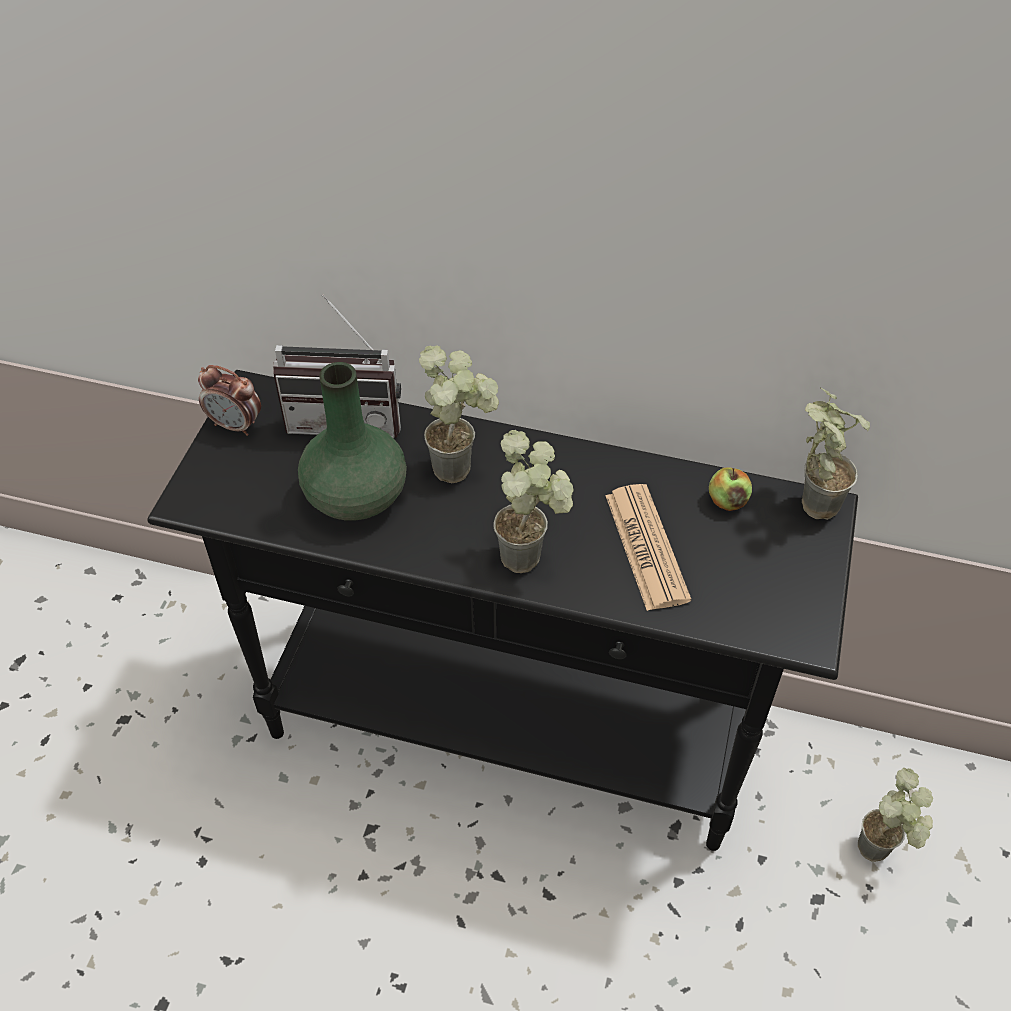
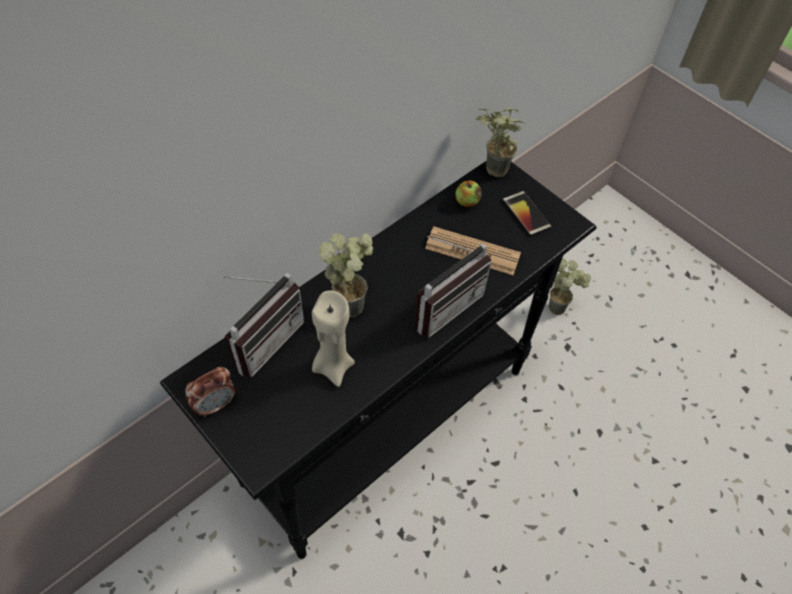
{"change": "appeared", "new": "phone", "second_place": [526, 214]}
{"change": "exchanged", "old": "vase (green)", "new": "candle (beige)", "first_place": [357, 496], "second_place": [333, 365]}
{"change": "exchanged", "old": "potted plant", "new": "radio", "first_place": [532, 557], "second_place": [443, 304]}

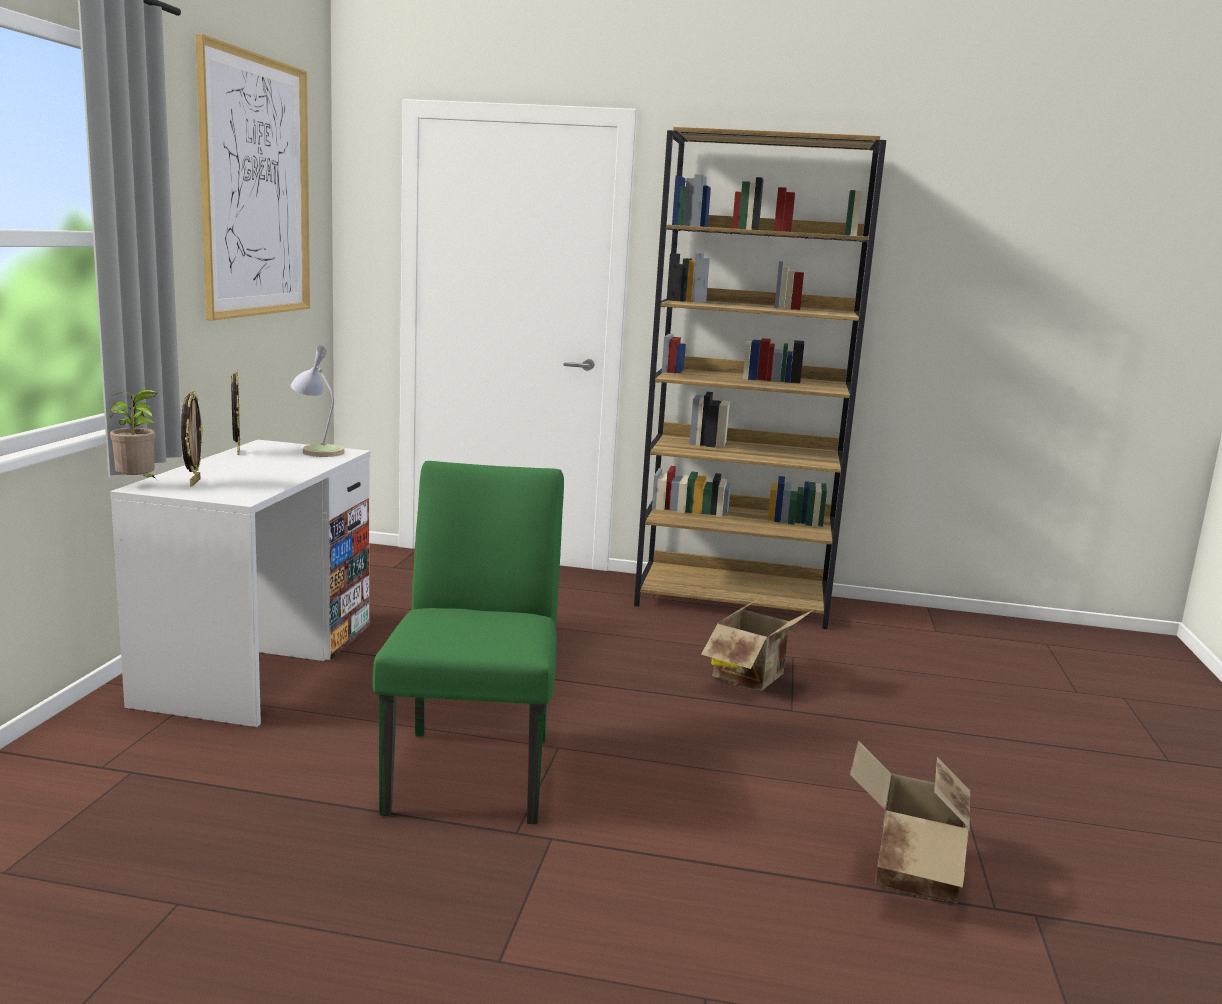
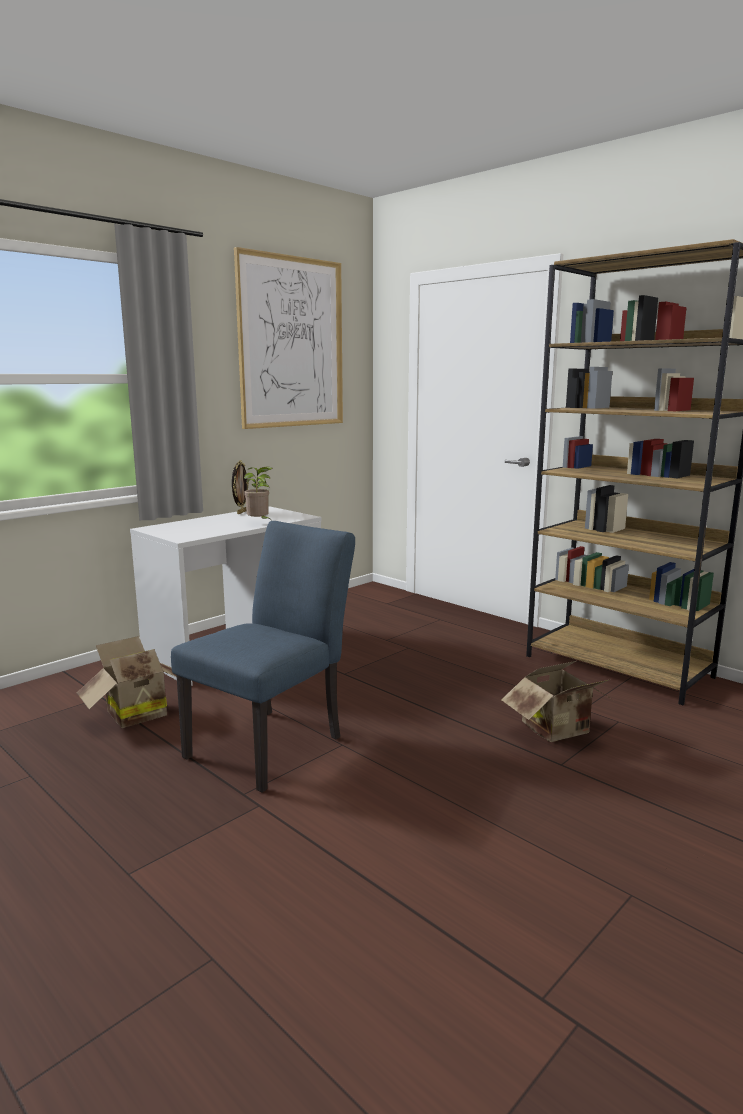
{"change": "missing", "old": "picture frame", "first_place": [193, 482]}
{"change": "missing", "old": "table lamp", "first_place": [317, 451]}
{"change": "relocated", "old": "potted plant", "first_place": [138, 484], "second_place": [259, 523]}
{"change": "relocated", "old": "cardboard box", "first_place": [907, 874], "second_place": [133, 713]}
{"change": "colour", "old": "chair (green)", "new": "chair (blue)", "first_place": [474, 766], "second_place": [273, 742]}

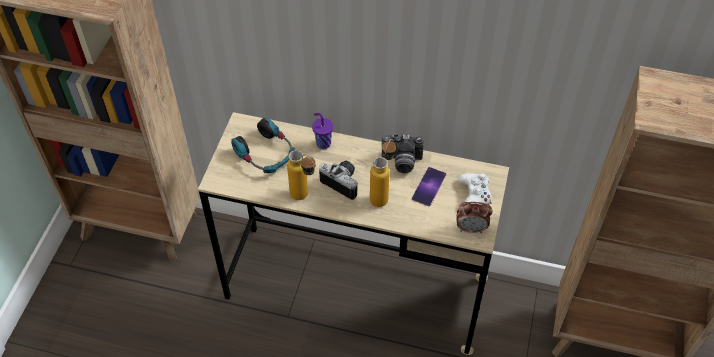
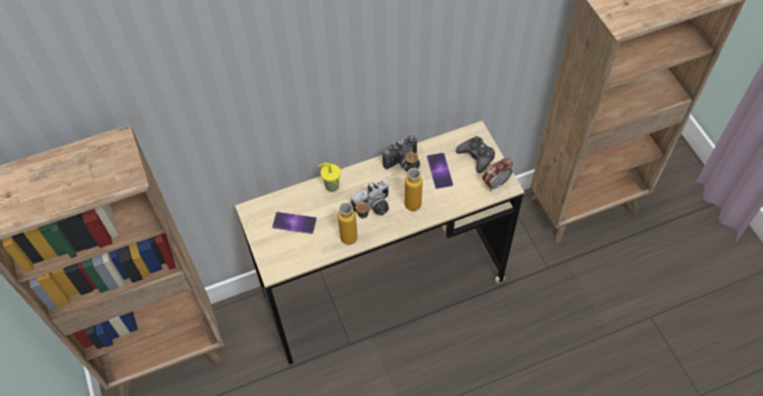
{"change": "exchanged", "old": "headphones", "new": "phone", "first_place": [266, 154], "second_place": [294, 223]}
{"change": "colour", "old": "cup (purple)", "new": "cup (yellow)", "first_place": [322, 143], "second_place": [331, 186]}
{"change": "colour", "old": "game controller (white)", "new": "game controller (black)", "first_place": [474, 195], "second_place": [476, 156]}
{"change": "spun", "old": "photo camera", "first_place": [343, 182], "second_place": [374, 207], "degrees": 150}

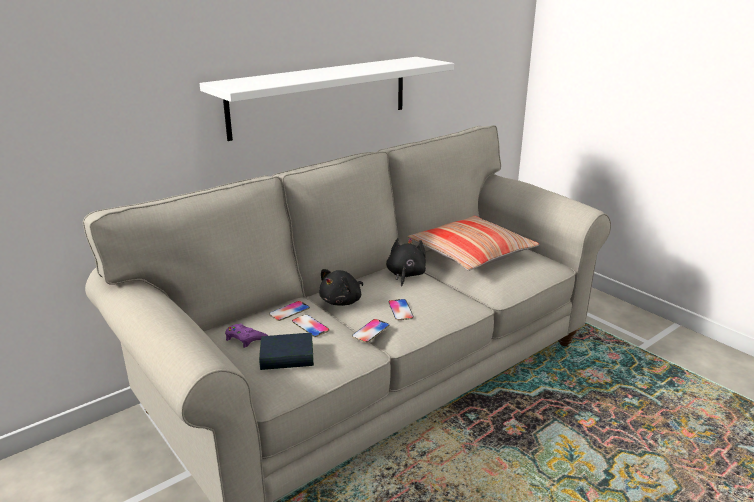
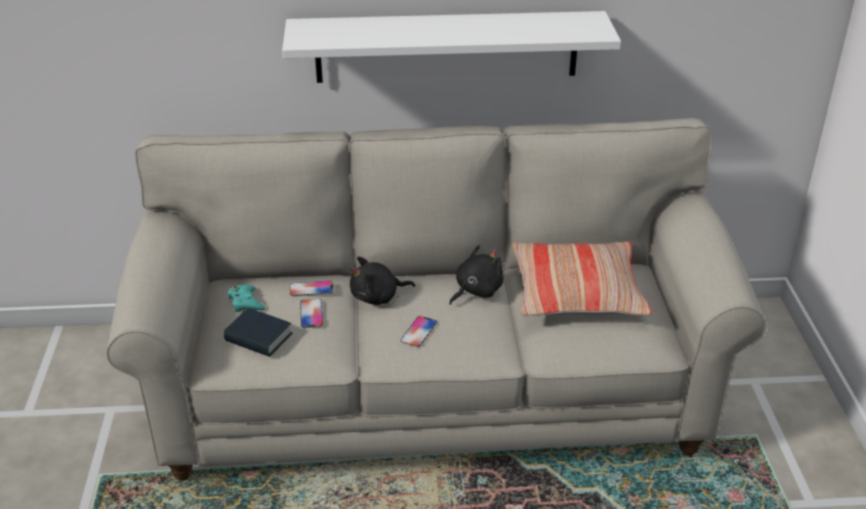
{"change": "missing", "old": "phone", "first_place": [370, 331]}
{"change": "colour", "old": "game controller (purple)", "new": "game controller (turquoise)", "first_place": [245, 338], "second_place": [246, 302]}

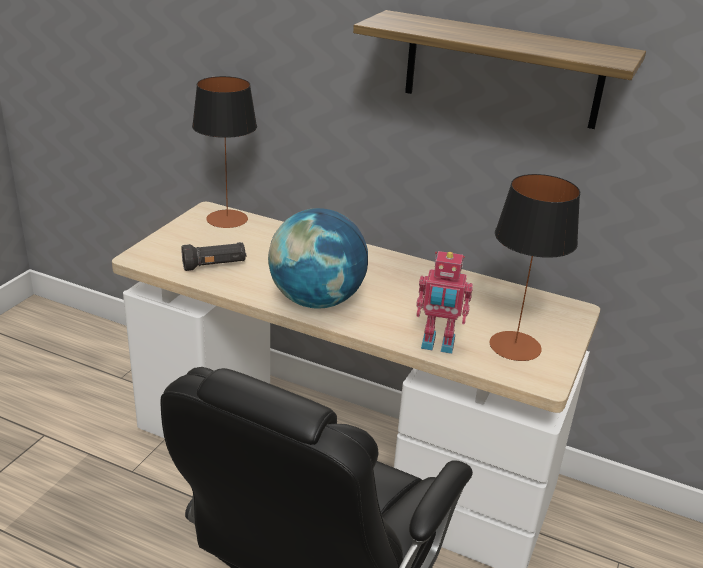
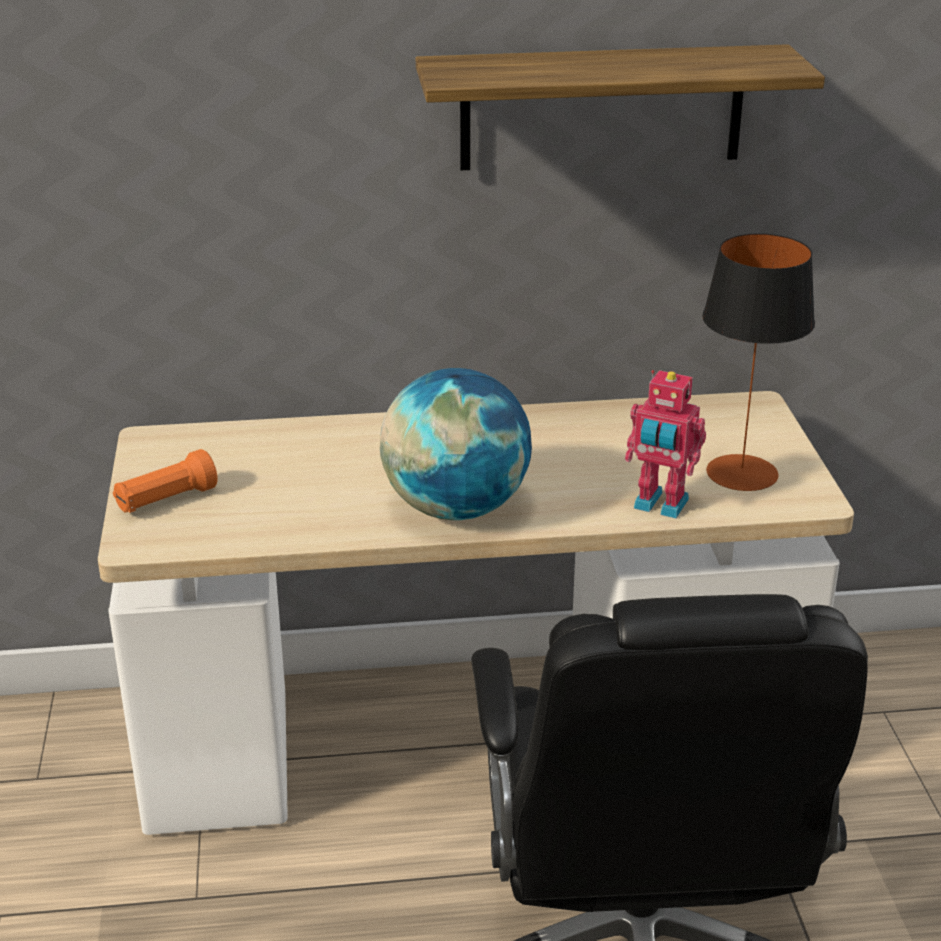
{"change": "missing", "old": "flashlight (black)", "first_place": [214, 266]}
{"change": "missing", "old": "table lamp", "first_place": [227, 219]}
{"change": "appeared", "new": "flashlight (orange)", "second_place": [166, 500]}
{"change": "spun", "old": "toy robot", "first_place": [437, 345], "second_place": [659, 505], "degrees": 45}

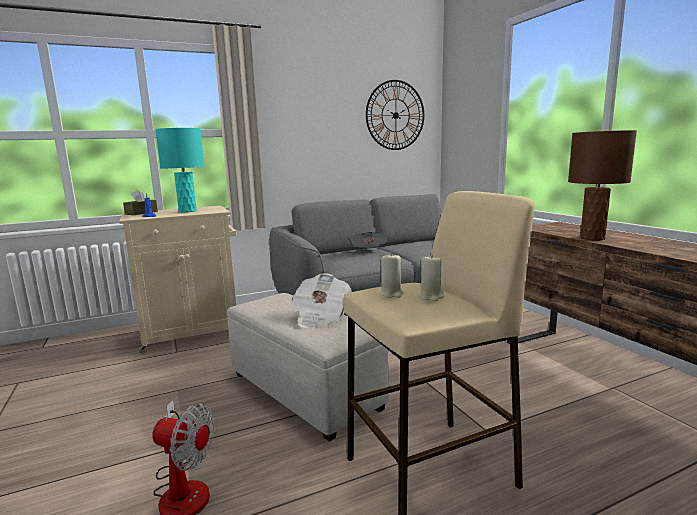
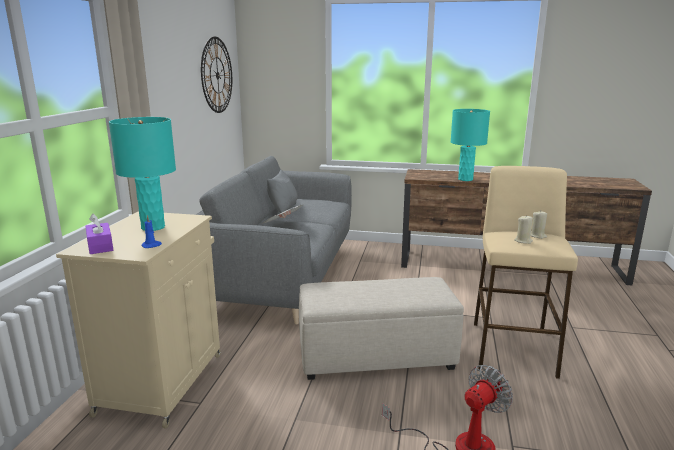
{"change": "missing", "old": "newspaper", "first_place": [320, 316]}
{"change": "appeared", "new": "pillow (grey)", "second_place": [283, 209]}
{"change": "colour", "old": "tissue box (brown)", "new": "tissue box (purple)", "first_place": [141, 213], "second_place": [100, 246]}
{"change": "colour", "old": "table lamp (brown)", "new": "table lamp (turquoise)", "first_place": [592, 238], "second_place": [465, 179]}

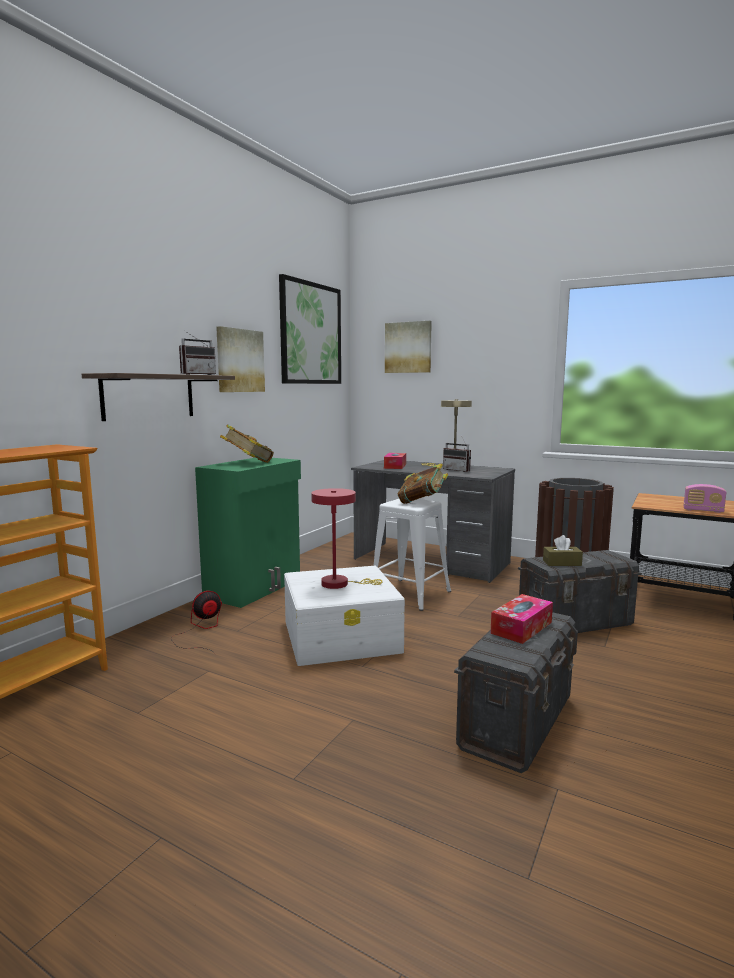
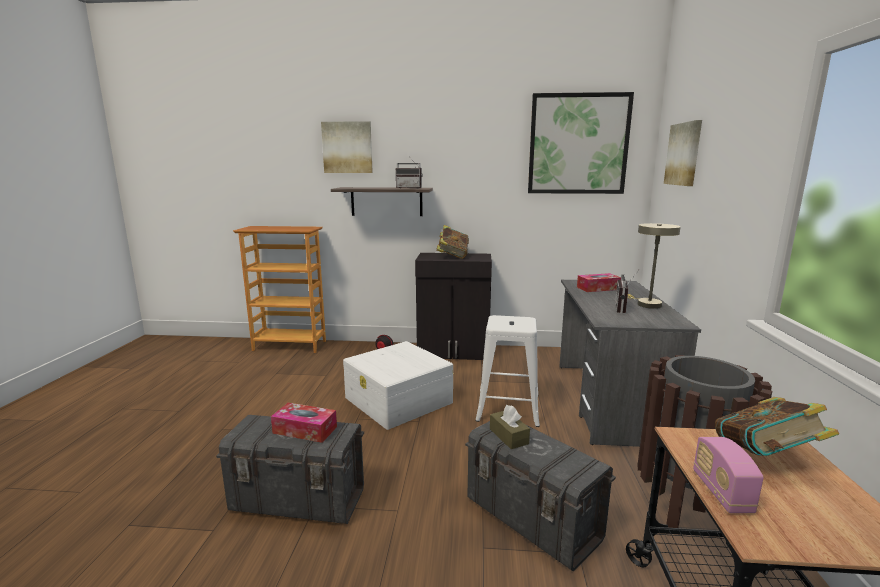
{"change": "missing", "old": "table lamp (red)", "first_place": [340, 584]}
{"change": "relocated", "old": "picture", "first_place": [239, 361], "second_place": [347, 147]}
{"change": "relocated", "old": "book", "first_place": [422, 503], "second_place": [764, 458]}
{"change": "colour", "old": "cabinet (green)", "new": "cabinet (black)", "first_place": [255, 588], "second_place": [454, 352]}

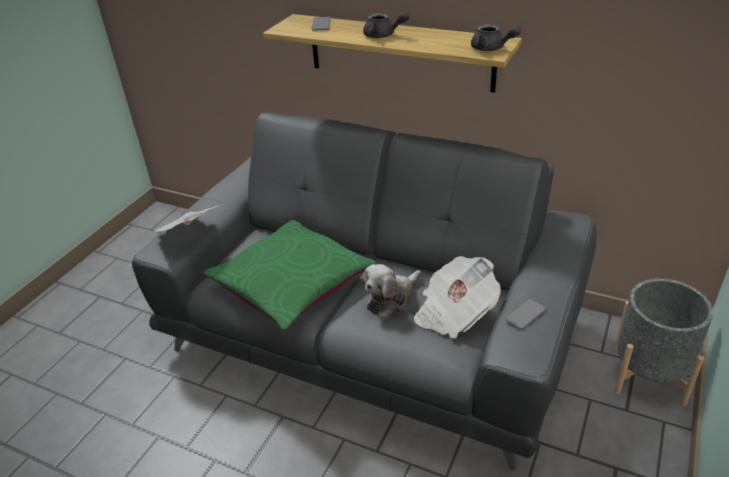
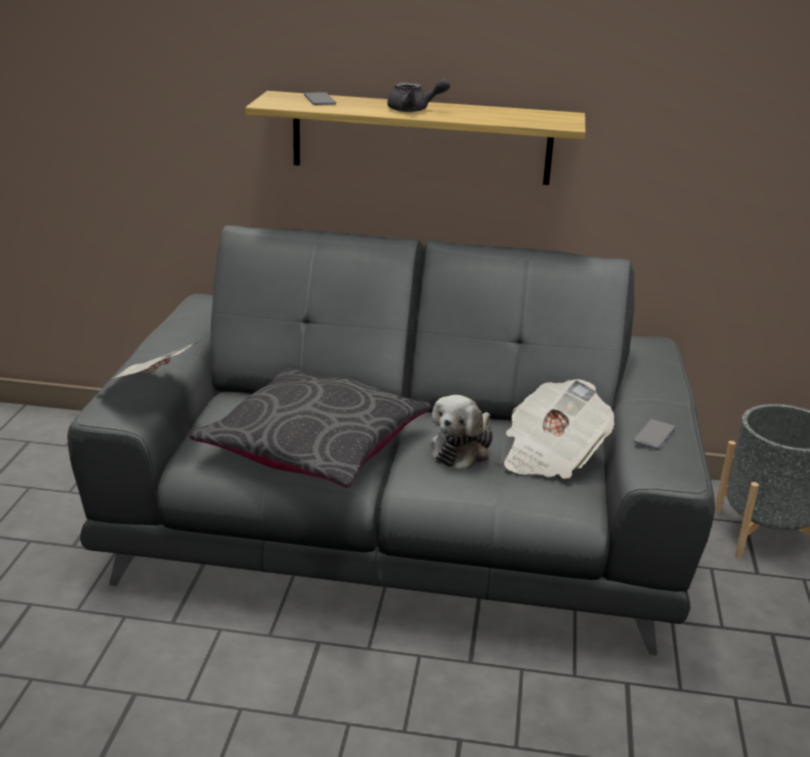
{"change": "missing", "old": "teapot (grey)", "first_place": [491, 49]}
{"change": "colour", "old": "pillow (green)", "new": "pillow (grey)", "first_place": [291, 282], "second_place": [314, 444]}

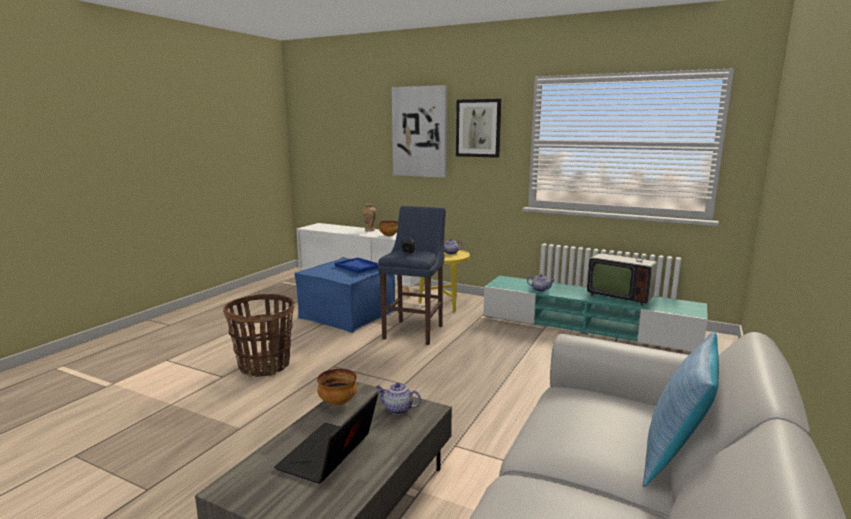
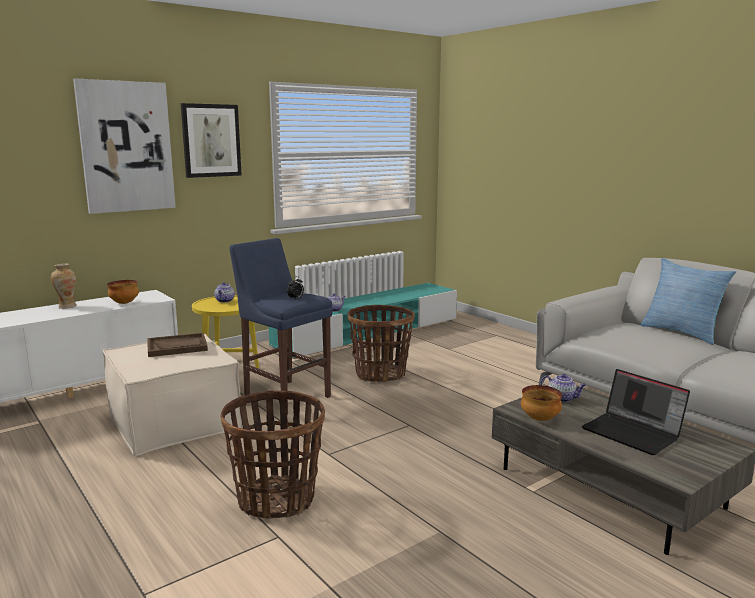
{"change": "missing", "old": "television", "first_place": [619, 296]}
{"change": "appeared", "new": "basket", "second_place": [380, 374]}
{"change": "colour", "old": "ottoman (blue)", "new": "ottoman (beige)", "first_place": [347, 315], "second_place": [175, 422]}
{"change": "colour", "old": "tray (blue)", "new": "tray (brown)", "first_place": [358, 266], "second_place": [177, 346]}
{"change": "spun", "old": "teapot", "first_place": [397, 409], "second_place": [562, 398], "degrees": -105}

